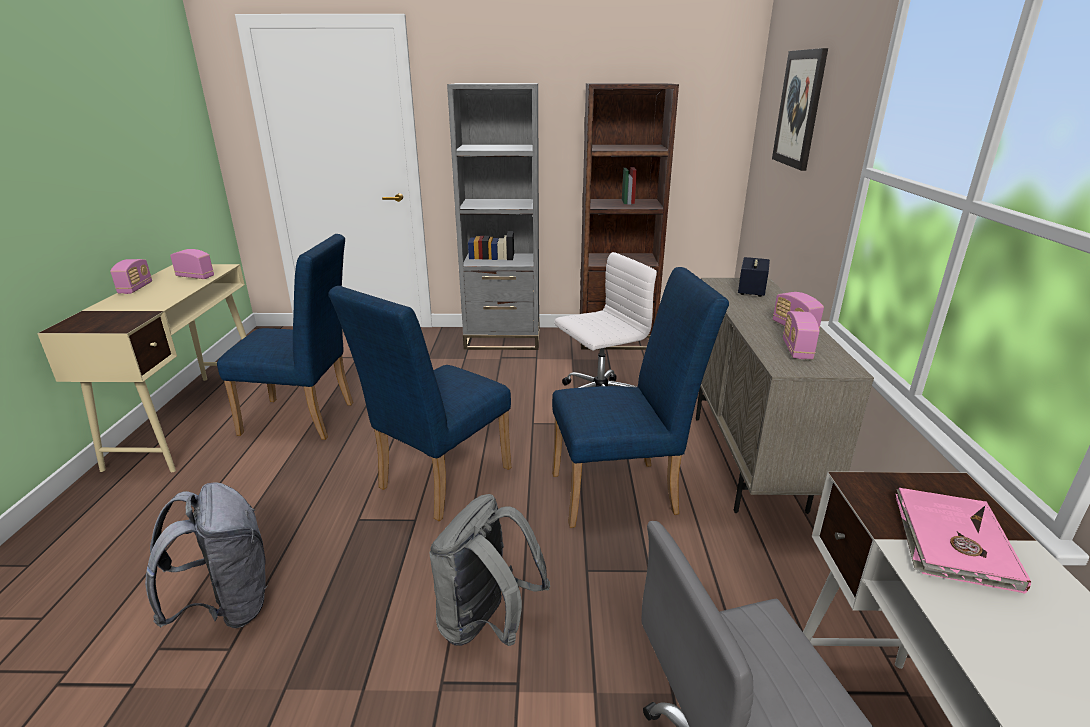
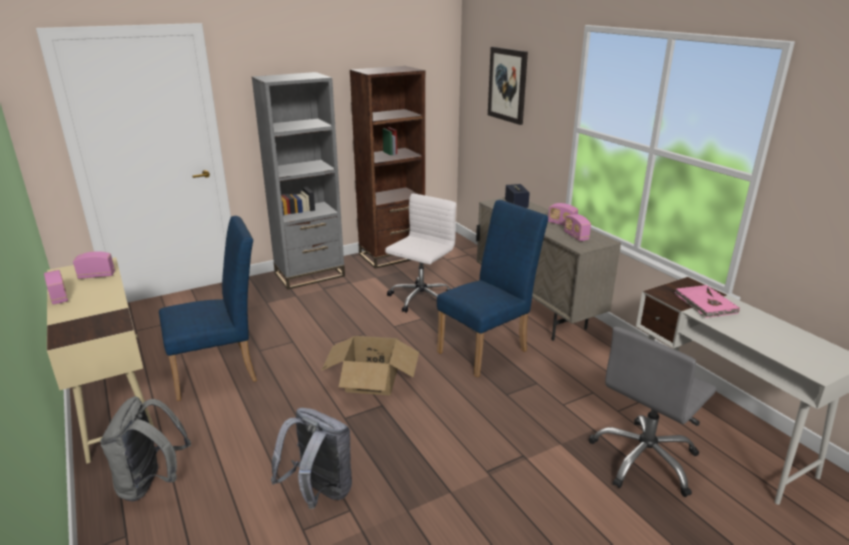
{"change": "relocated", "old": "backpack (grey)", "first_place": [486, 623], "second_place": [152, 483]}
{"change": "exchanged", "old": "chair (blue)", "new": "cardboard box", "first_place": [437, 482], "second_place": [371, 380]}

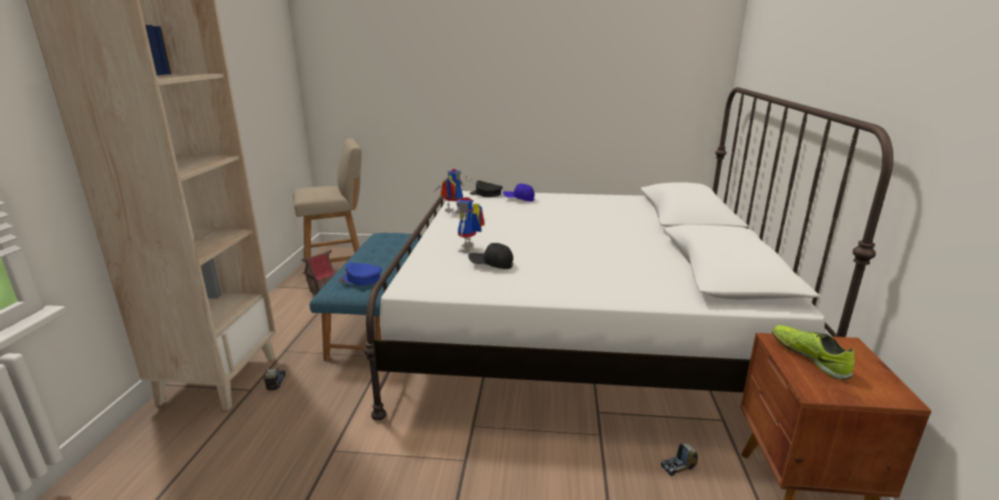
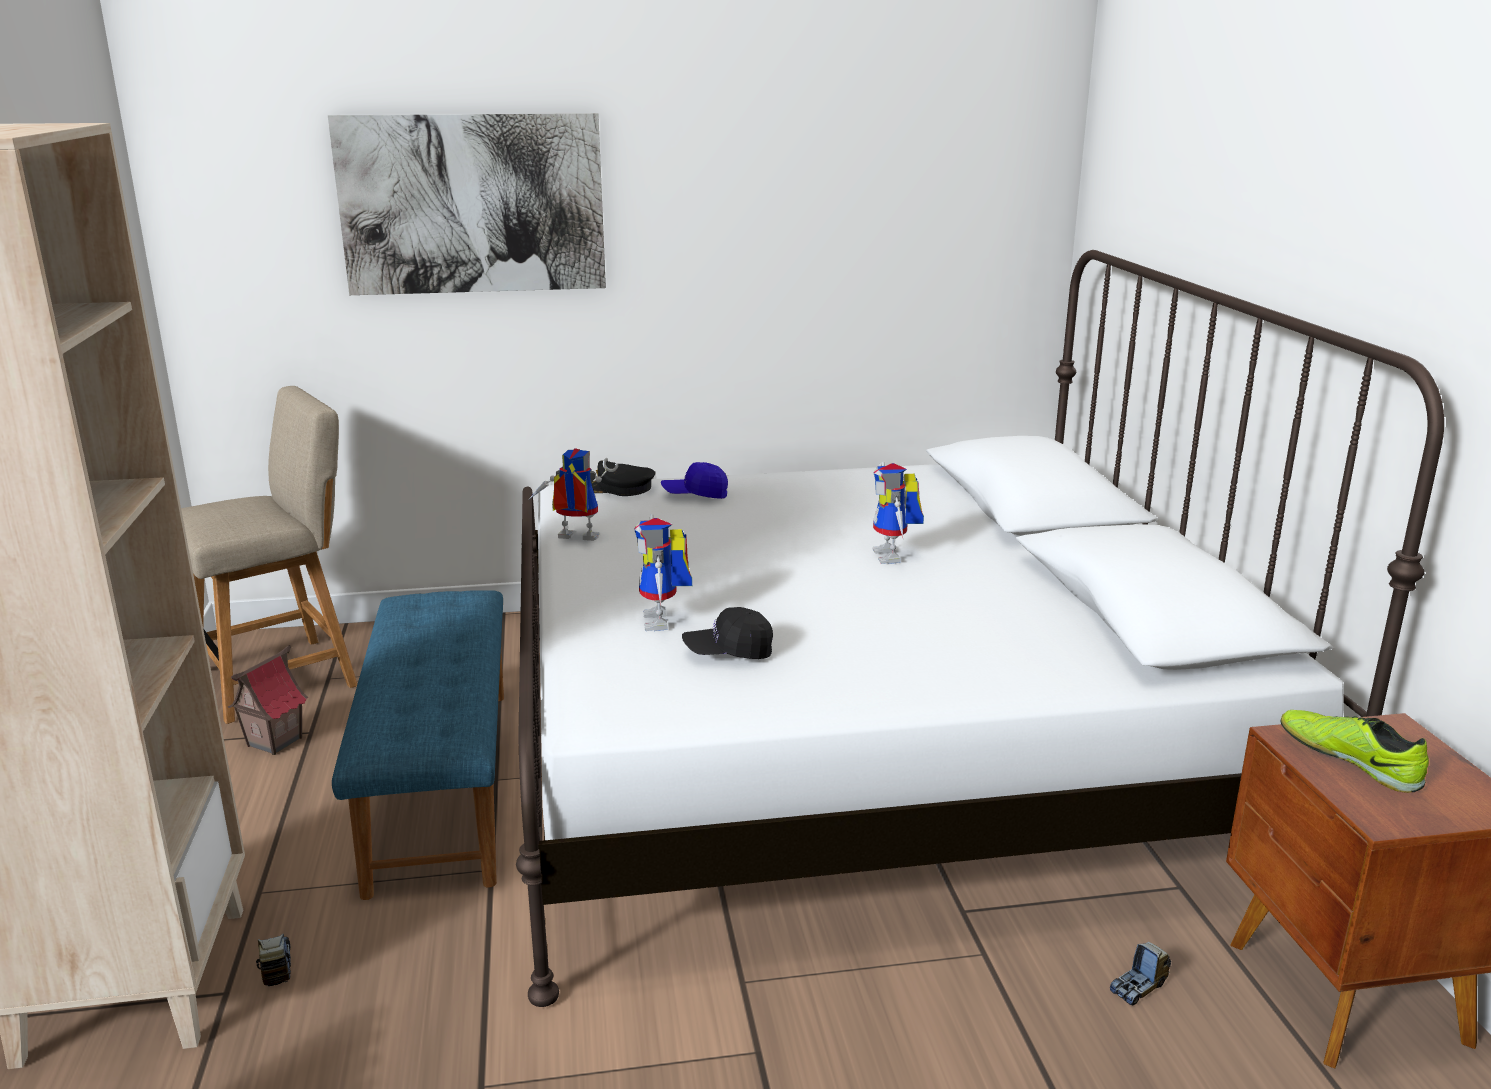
{"change": "missing", "old": "cap (blue)", "first_place": [360, 279]}
{"change": "appeared", "new": "picture", "second_place": [472, 204]}
{"change": "appeared", "new": "toy robot", "second_place": [894, 557]}

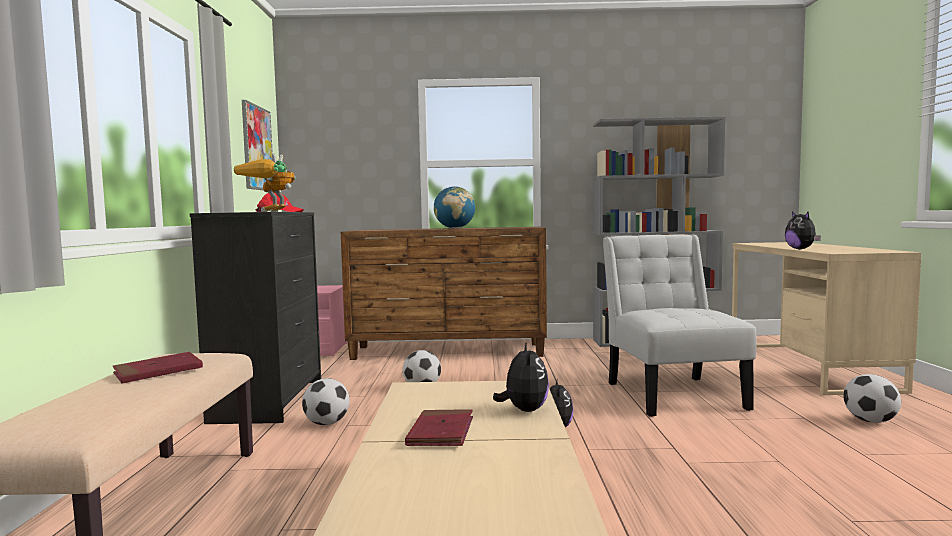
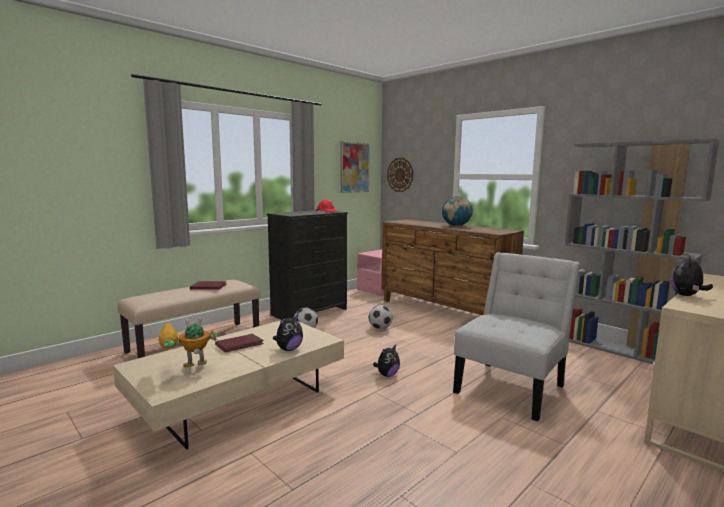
{"change": "missing", "old": "football", "first_place": [870, 421]}
{"change": "appeared", "new": "wall clock", "second_place": [400, 174]}
{"change": "relocated", "old": "toy robot", "first_place": [271, 212], "second_place": [186, 371]}

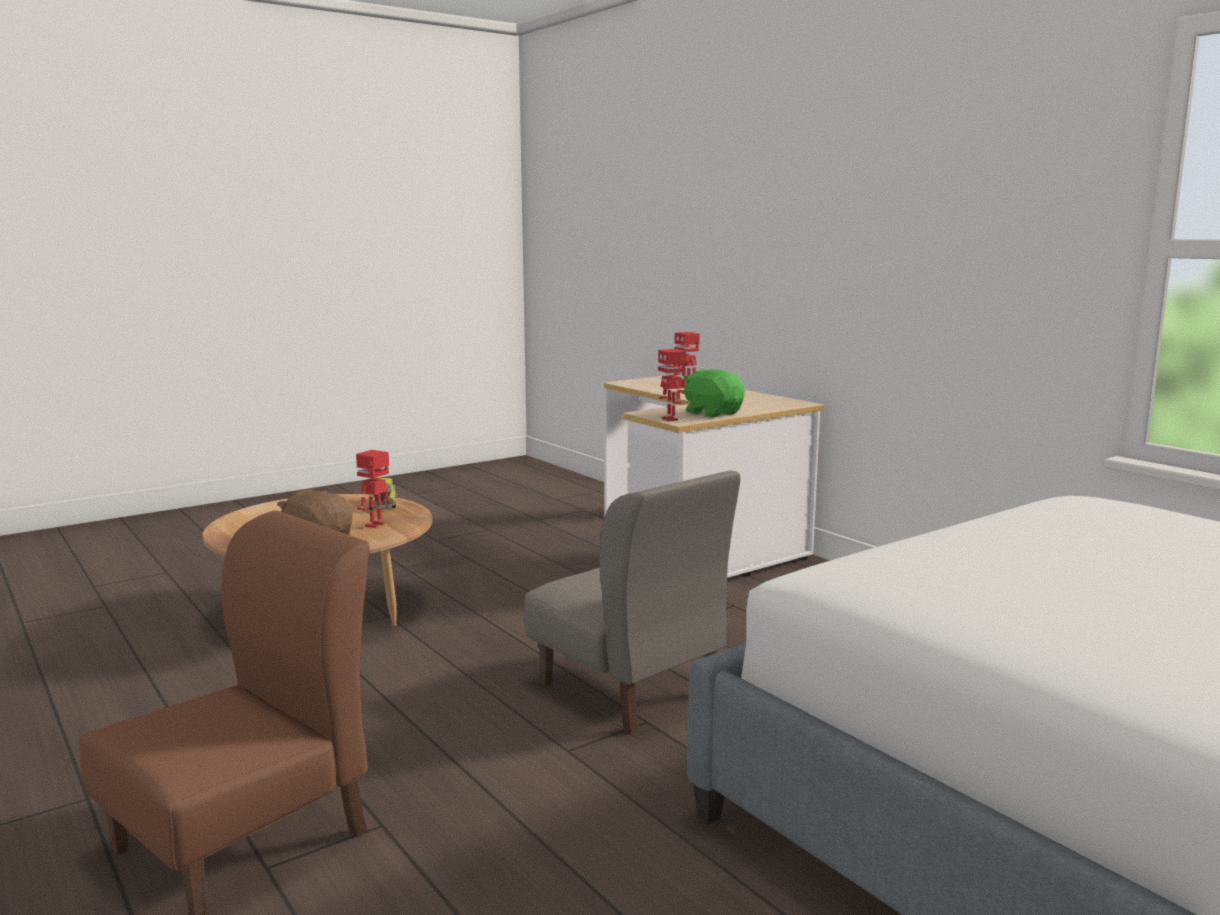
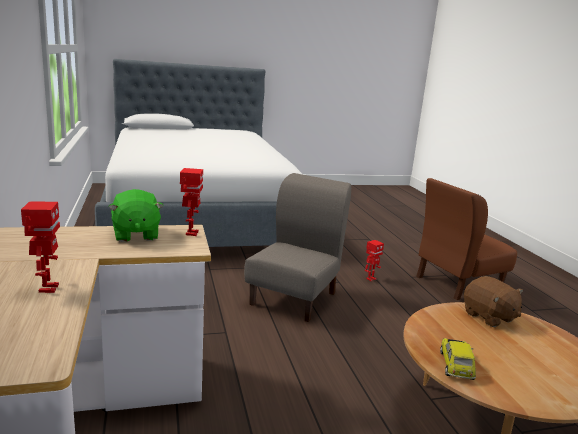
{"change": "relocated", "old": "toy robot", "first_place": [376, 525], "second_place": [370, 279]}
{"change": "spun", "old": "chair (grey)", "first_place": [630, 689], "second_place": [294, 298], "degrees": 45}

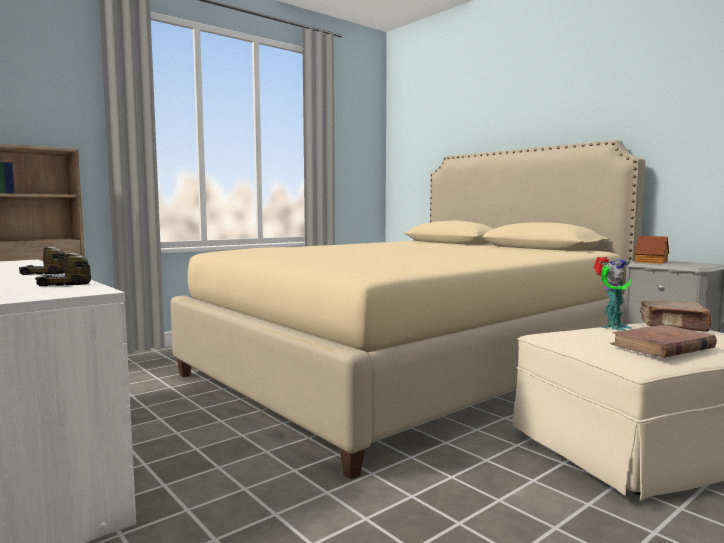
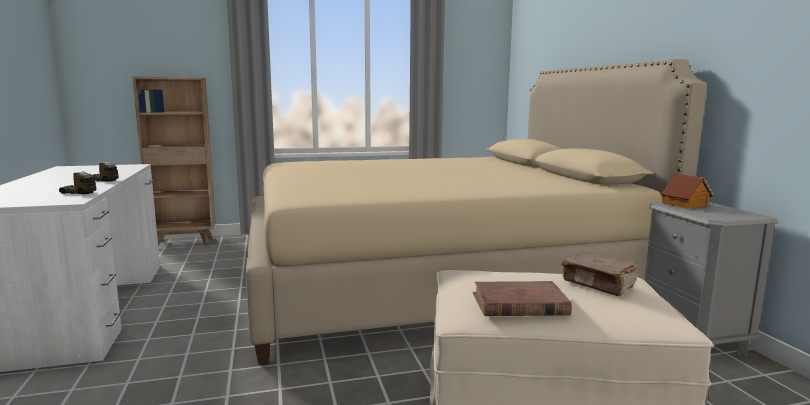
{"change": "missing", "old": "toy robot", "first_place": [612, 327]}

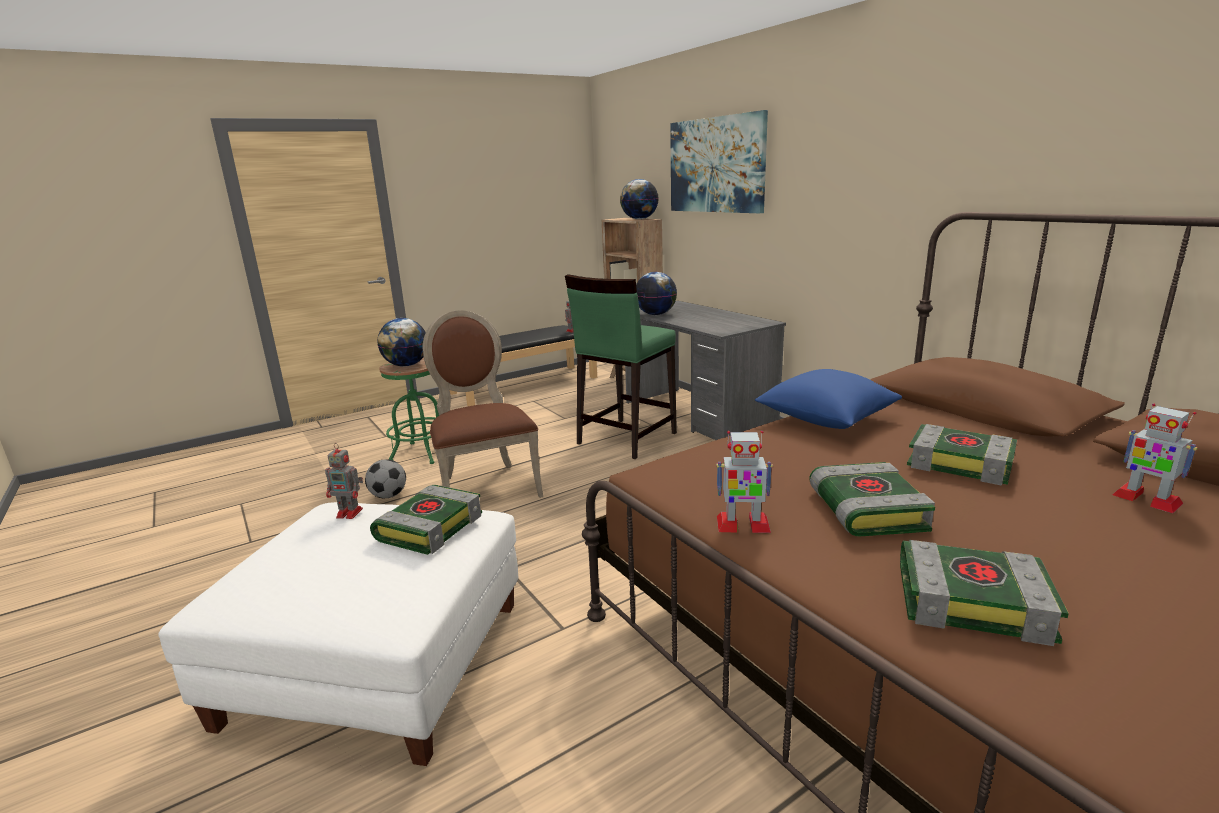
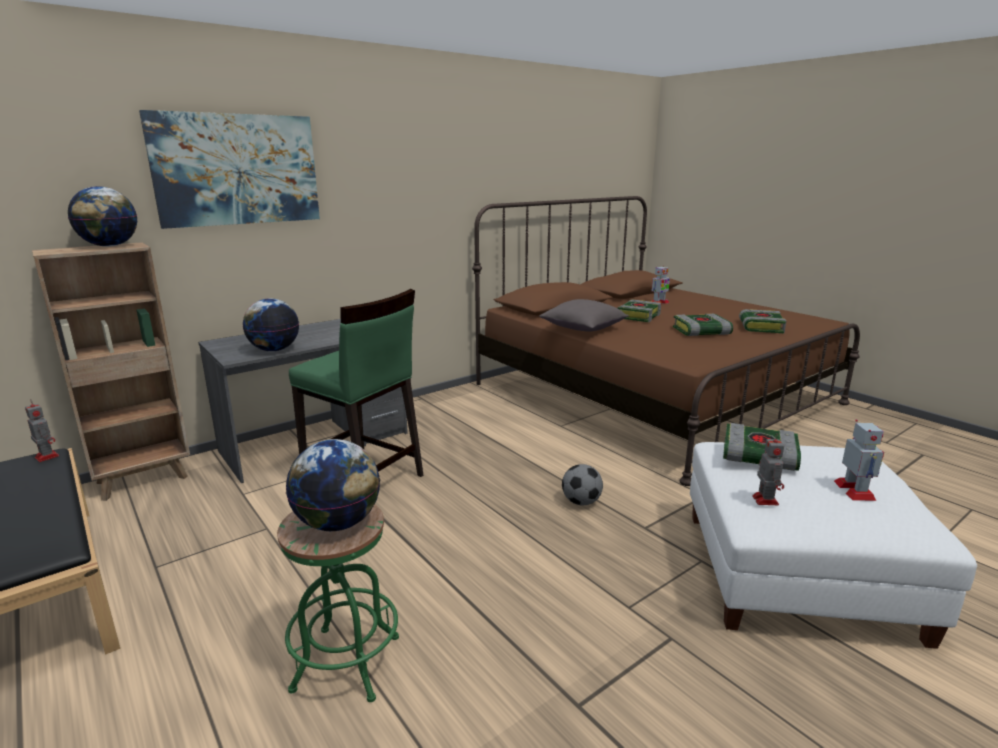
{"change": "missing", "old": "chair (brown)", "first_place": [485, 486]}
{"change": "relocated", "old": "football", "first_place": [388, 496], "second_place": [581, 502]}
{"change": "relocated", "old": "toy robot", "first_place": [742, 524], "second_place": [855, 491]}
{"change": "colour", "old": "pillow (blue)", "new": "pillow (grey)", "first_place": [825, 419], "second_place": [584, 329]}

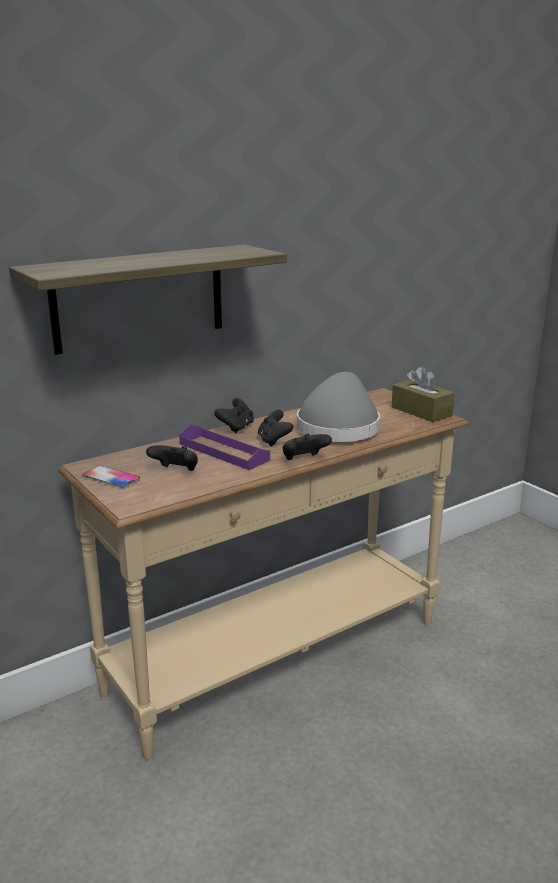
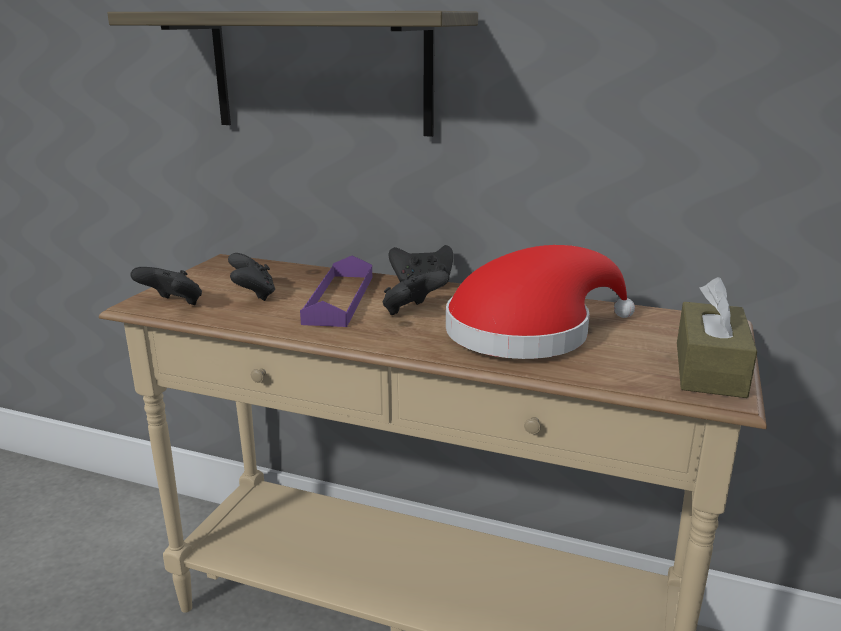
{"change": "missing", "old": "phone", "first_place": [111, 478]}
{"change": "relocated", "old": "game controller (black)", "first_place": [304, 460], "second_place": [173, 304]}
{"change": "colour", "old": "hat (grey)", "new": "hat (red)", "first_place": [338, 426], "second_place": [528, 332]}

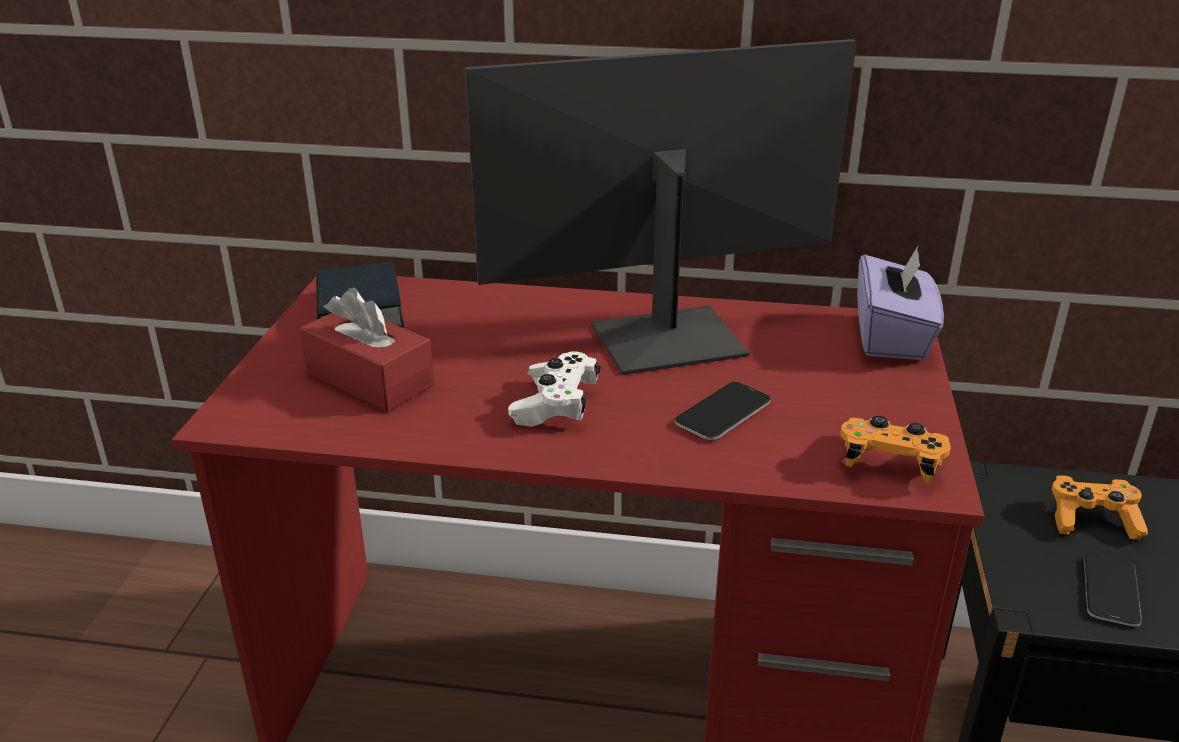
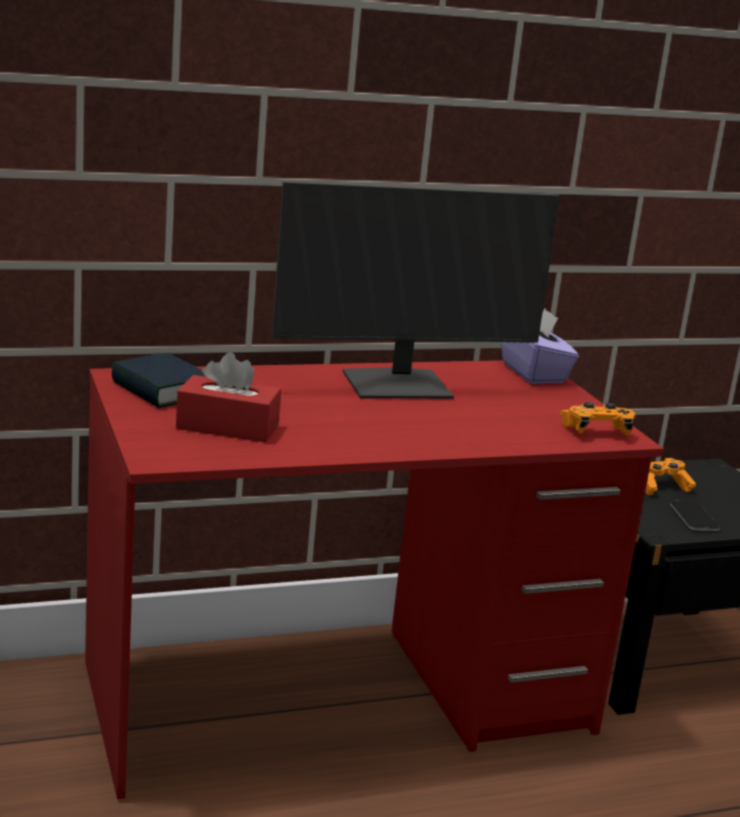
{"change": "missing", "old": "game controller (white)", "first_place": [555, 405]}
{"change": "missing", "old": "phone", "first_place": [723, 413]}
{"change": "spun", "old": "monitor", "first_place": [665, 338], "second_place": [398, 386], "degrees": -150}

